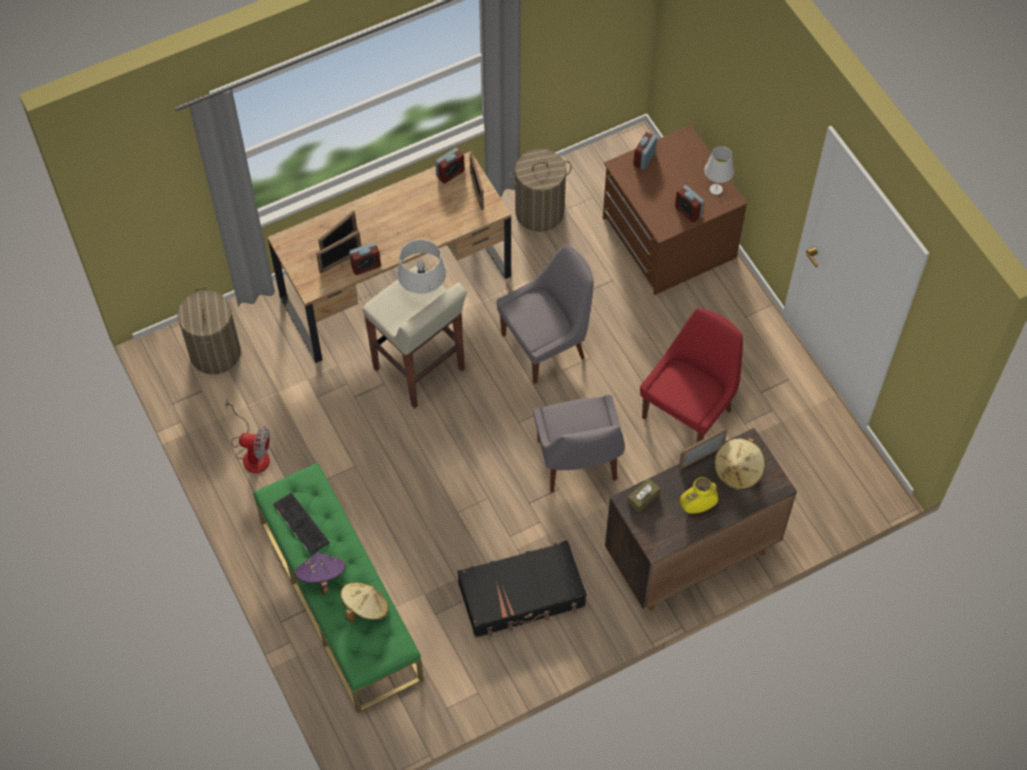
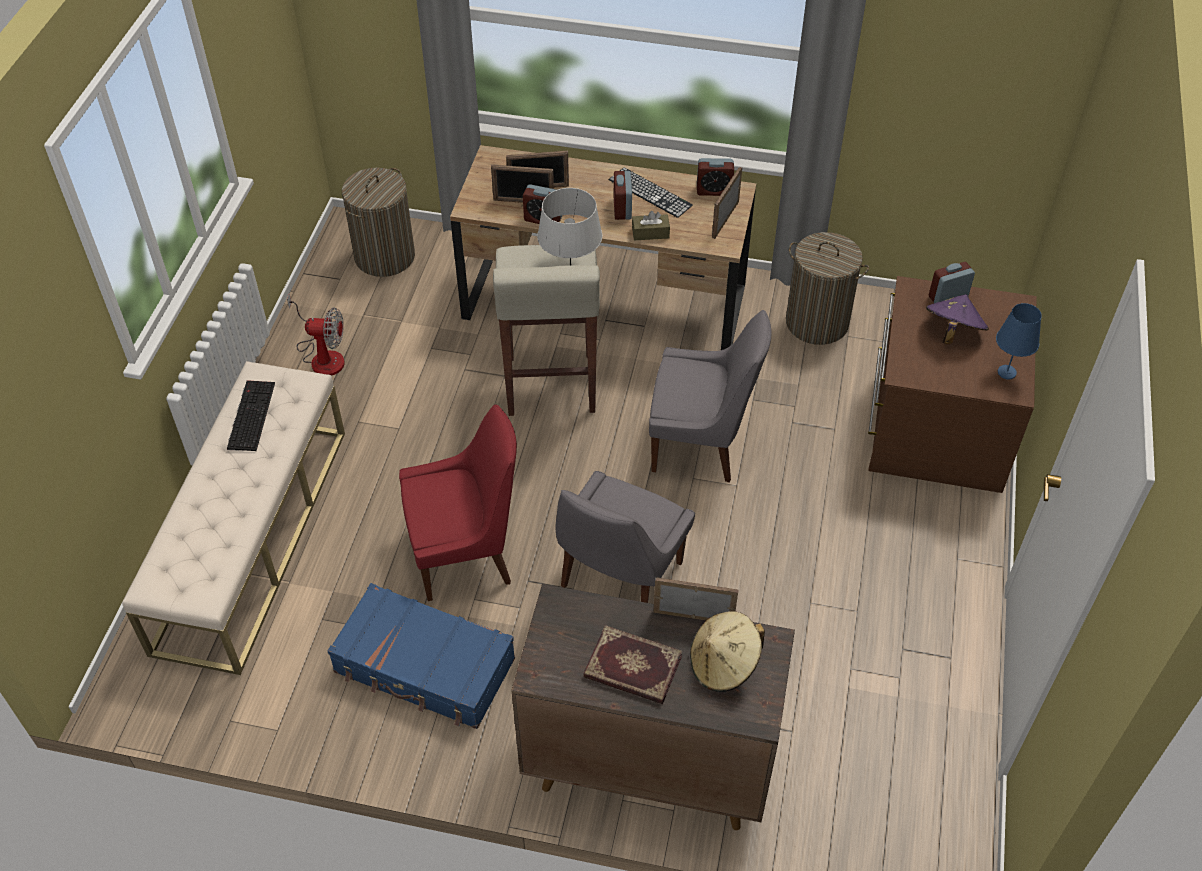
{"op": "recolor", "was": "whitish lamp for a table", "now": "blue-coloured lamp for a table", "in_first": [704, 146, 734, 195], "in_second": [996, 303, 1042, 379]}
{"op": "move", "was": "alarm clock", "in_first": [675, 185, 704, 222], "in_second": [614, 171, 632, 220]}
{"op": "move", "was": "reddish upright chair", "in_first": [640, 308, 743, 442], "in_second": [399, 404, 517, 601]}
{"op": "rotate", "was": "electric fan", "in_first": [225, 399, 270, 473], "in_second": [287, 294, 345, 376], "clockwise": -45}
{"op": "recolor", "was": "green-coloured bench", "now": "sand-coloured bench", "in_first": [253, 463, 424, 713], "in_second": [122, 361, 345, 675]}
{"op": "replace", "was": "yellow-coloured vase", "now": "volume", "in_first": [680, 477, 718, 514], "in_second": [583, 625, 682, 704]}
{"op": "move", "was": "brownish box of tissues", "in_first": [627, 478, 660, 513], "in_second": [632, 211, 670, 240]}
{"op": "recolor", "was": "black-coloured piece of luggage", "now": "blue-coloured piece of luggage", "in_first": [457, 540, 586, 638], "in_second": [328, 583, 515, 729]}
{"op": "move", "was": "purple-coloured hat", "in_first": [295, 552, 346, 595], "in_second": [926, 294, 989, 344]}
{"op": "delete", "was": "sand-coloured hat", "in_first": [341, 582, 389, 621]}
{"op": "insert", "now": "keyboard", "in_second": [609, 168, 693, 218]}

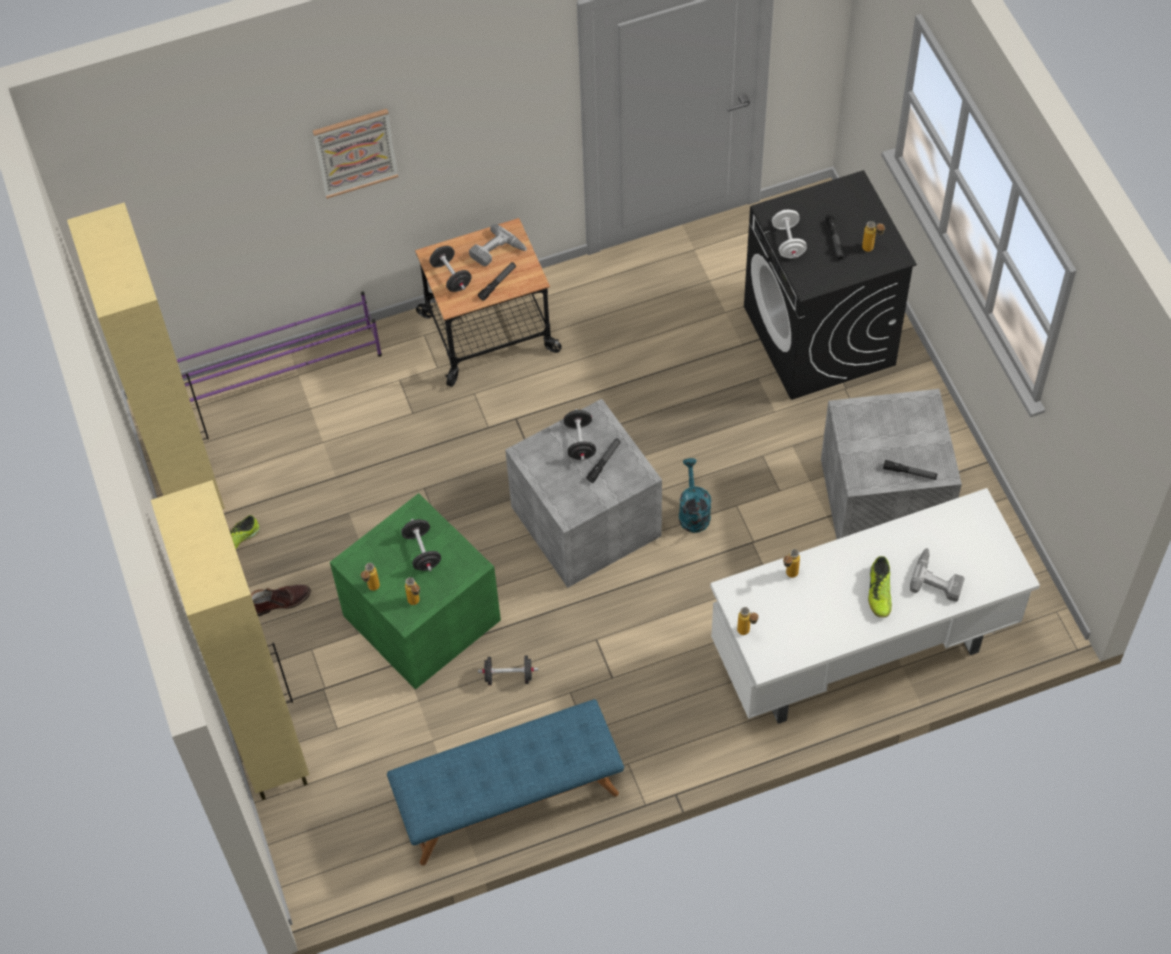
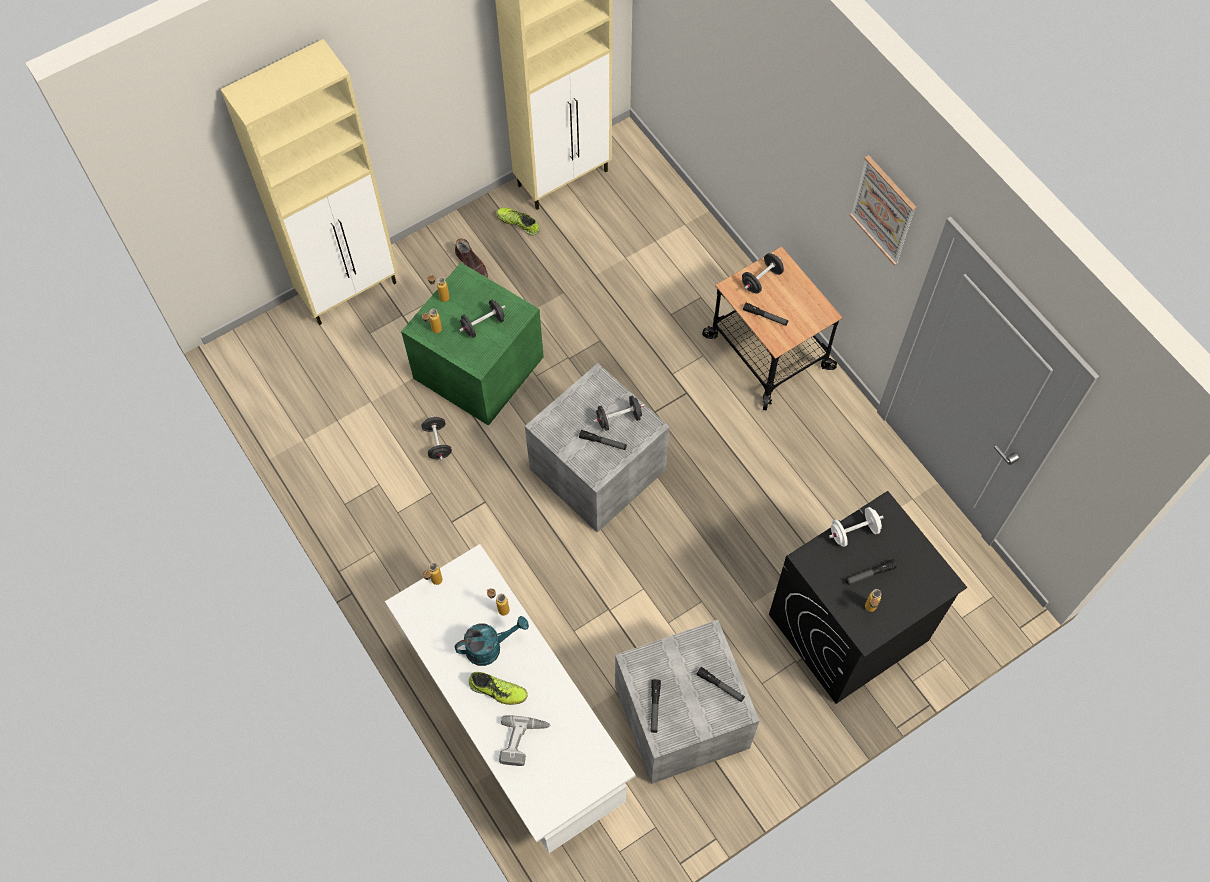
{"op": "move", "was": "wall art", "in_first": [313, 109, 398, 199], "in_second": [850, 155, 917, 266]}
{"op": "delete", "was": "power drill", "in_first": [469, 224, 527, 266]}
{"op": "delete", "was": "purple-coloured shoe shelf", "in_first": [177, 291, 382, 402]}
{"op": "move", "was": "blue-green watering can", "in_first": [679, 458, 711, 533], "in_second": [455, 616, 529, 666]}
{"op": "rotate", "was": "low shoe", "in_first": [868, 556, 892, 618], "in_second": [469, 672, 528, 705], "clockwise": -150}
{"op": "delete", "was": "blue-coloured bench", "in_first": [387, 699, 624, 865]}
{"op": "insert", "now": "hand torch", "in_second": [697, 667, 745, 702]}

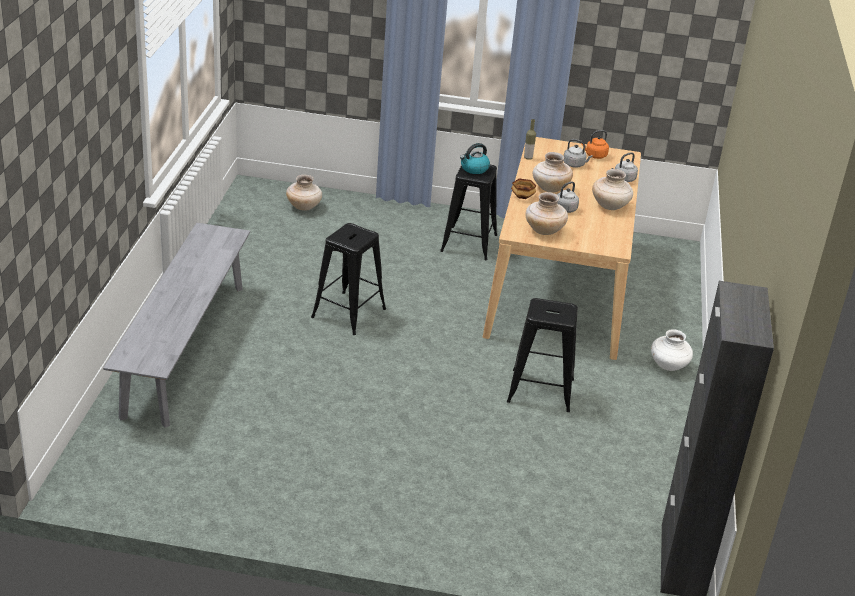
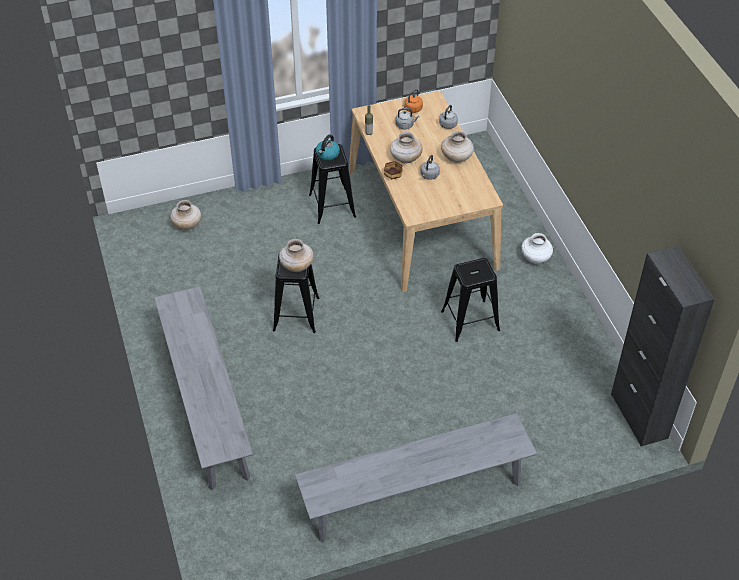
{"op": "move", "was": "sand-coloured vase", "in_first": [525, 192, 568, 235], "in_second": [279, 239, 314, 272]}
{"op": "insert", "now": "greyish bench", "in_second": [295, 413, 537, 542]}

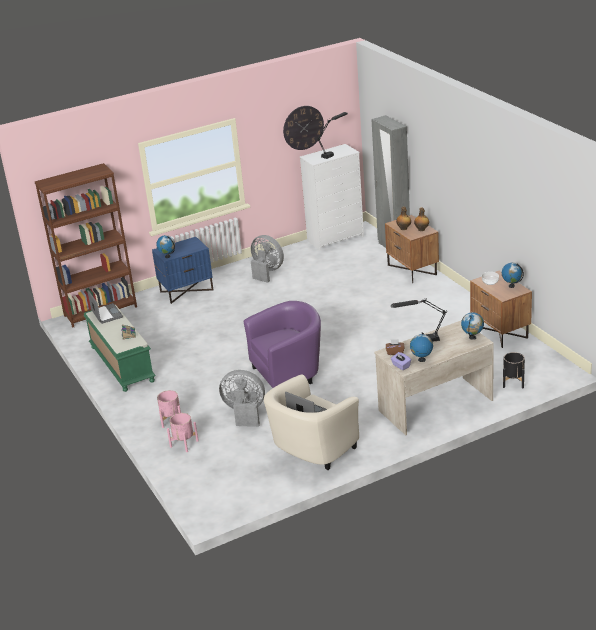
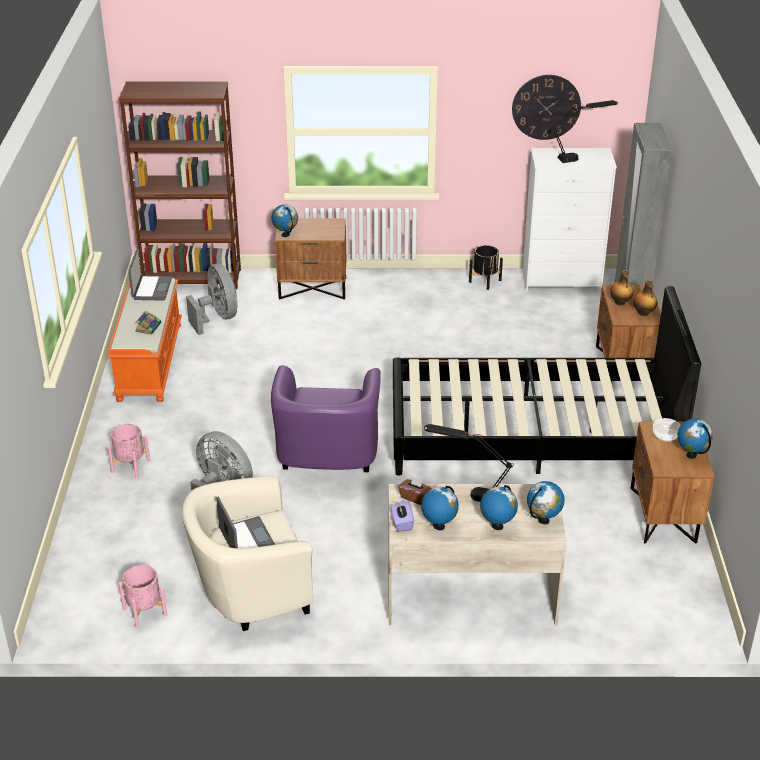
{"op": "move", "was": "greyish electric fan", "in_first": [251, 235, 284, 283], "in_second": [186, 263, 238, 335]}
{"op": "recolor", "was": "blue-coloured night table", "now": "brownish night table", "in_first": [152, 237, 213, 304], "in_second": [275, 218, 346, 300]}
{"op": "rotate", "was": "purple-coloured lounge chair", "in_first": [244, 301, 321, 388], "in_second": [271, 365, 381, 472], "clockwise": 90}
{"op": "recolor", "was": "green-coloured bench", "now": "orange bench", "in_first": [83, 305, 156, 392], "in_second": [108, 278, 182, 402]}
{"op": "move", "was": "black-coloured flower pot", "in_first": [503, 352, 525, 389], "in_second": [469, 245, 503, 290]}
{"op": "move", "was": "pinkish flower pot", "in_first": [167, 413, 199, 452], "in_second": [119, 565, 167, 629]}
{"op": "insert", "now": "black-coloured bed", "in_second": [393, 286, 701, 476]}
{"op": "insert", "now": "world globe", "in_second": [480, 485, 518, 530]}

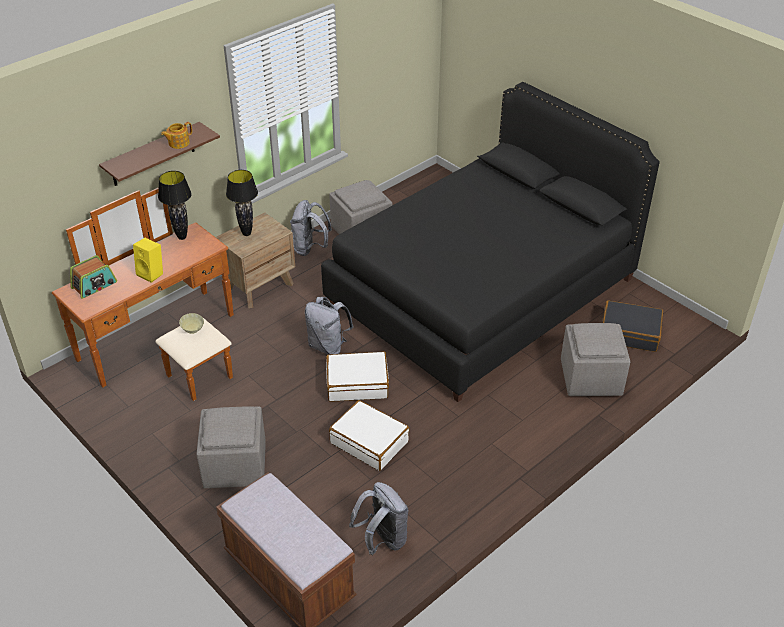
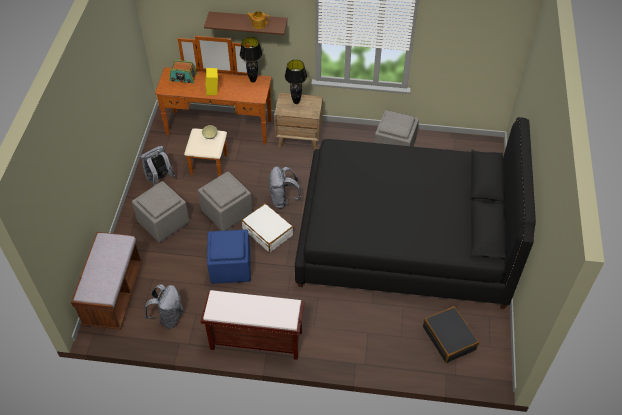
{"op": "move", "was": "greyish backpack", "in_first": [290, 200, 332, 256], "in_second": [141, 146, 176, 186]}
{"op": "move", "was": "greyish ottoman", "in_first": [561, 323, 630, 396], "in_second": [198, 172, 253, 231]}
{"op": "replace", "was": "whitish piece of luggage", "now": "blue-coloured ottoman", "in_first": [329, 400, 409, 471], "in_second": [207, 230, 251, 284]}
{"op": "insert", "now": "brownish bench", "in_second": [201, 290, 304, 360]}

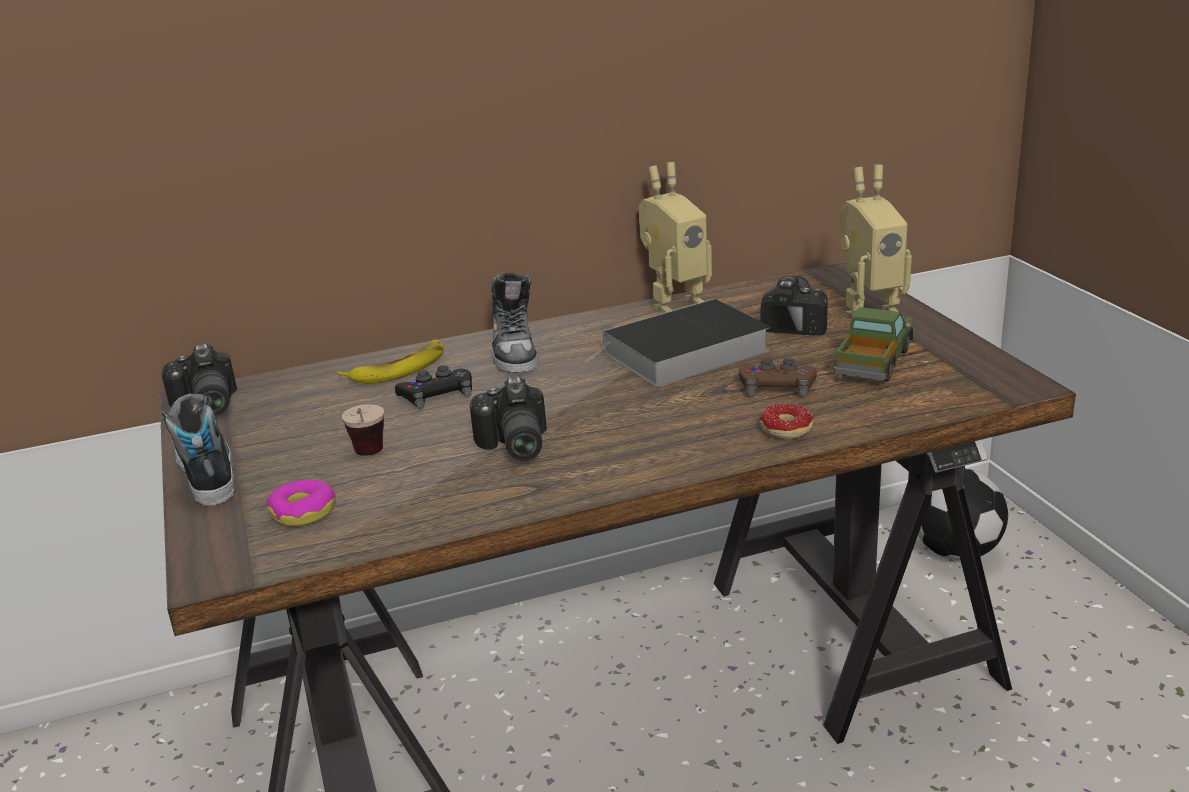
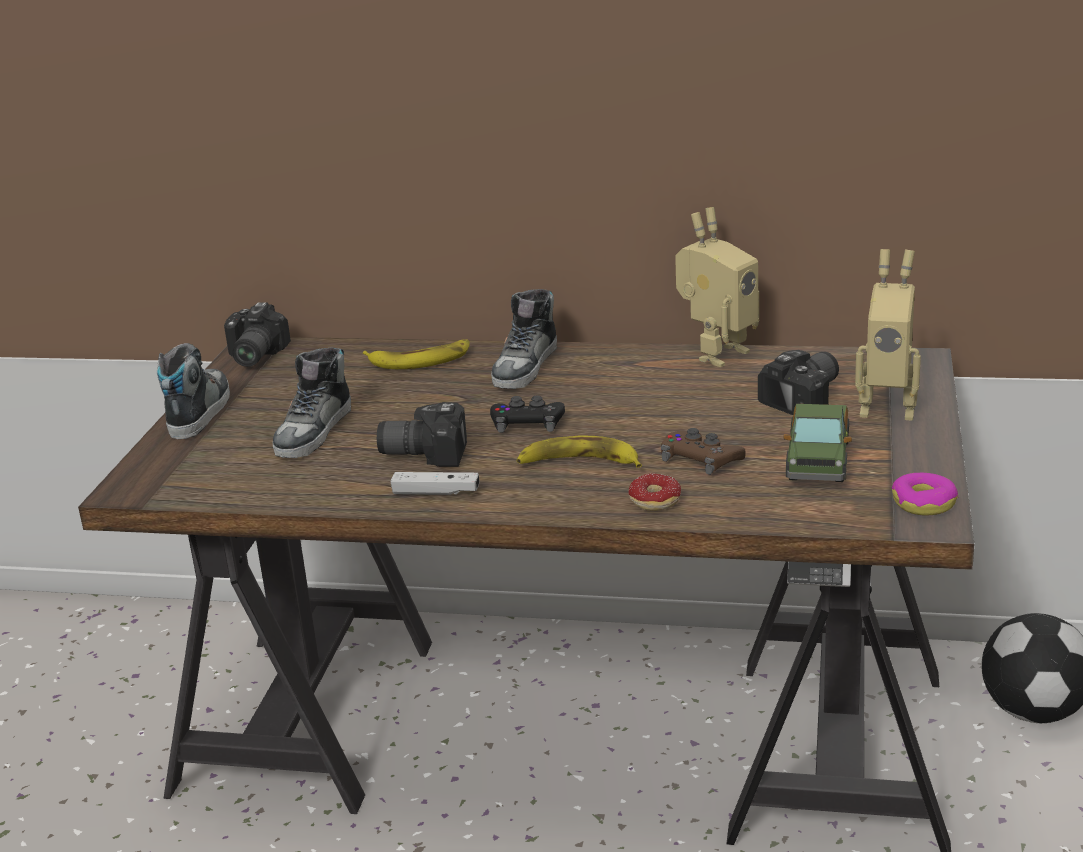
{"op": "rotate", "was": "model robot", "in_first": [639, 162, 712, 313], "in_second": [675, 207, 759, 367], "clockwise": -45}
{"op": "delete", "was": "volume", "in_first": [584, 299, 770, 387]}
{"op": "rotate", "was": "toy truck", "in_first": [834, 307, 913, 381], "in_second": [784, 404, 852, 482], "clockwise": 135}
{"op": "move", "was": "black-coloured joypad", "in_first": [395, 365, 472, 409], "in_second": [490, 395, 565, 433]}
{"op": "rotate", "was": "photo camera", "in_first": [470, 377, 547, 461], "in_second": [377, 402, 467, 467], "clockwise": 75}
{"op": "replace", "was": "cup", "now": "low shoe", "in_first": [342, 404, 384, 456], "in_second": [273, 347, 351, 458]}
{"op": "move", "was": "donut", "in_first": [267, 480, 336, 527], "in_second": [892, 473, 958, 516]}
{"op": "insert", "now": "banana fruit", "in_second": [516, 435, 642, 468]}
{"op": "insert", "now": "whitish joypad", "in_second": [391, 472, 479, 495]}

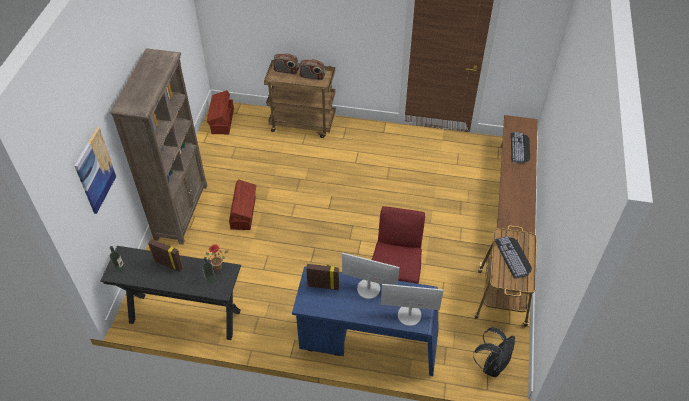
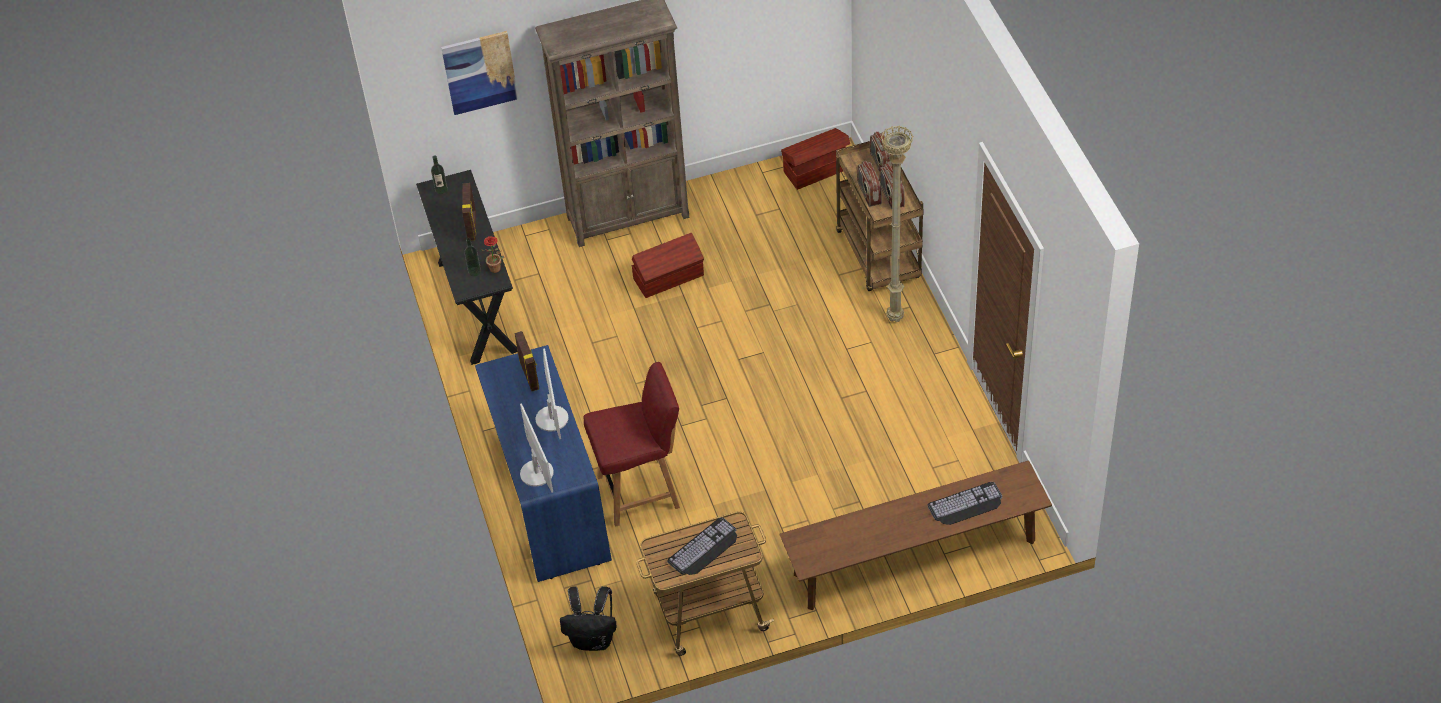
{"op": "insert", "now": "sand-coloured floor lamp", "in_second": [881, 125, 913, 322]}
{"op": "insert", "now": "radio receiver", "in_second": [857, 161, 882, 207]}

